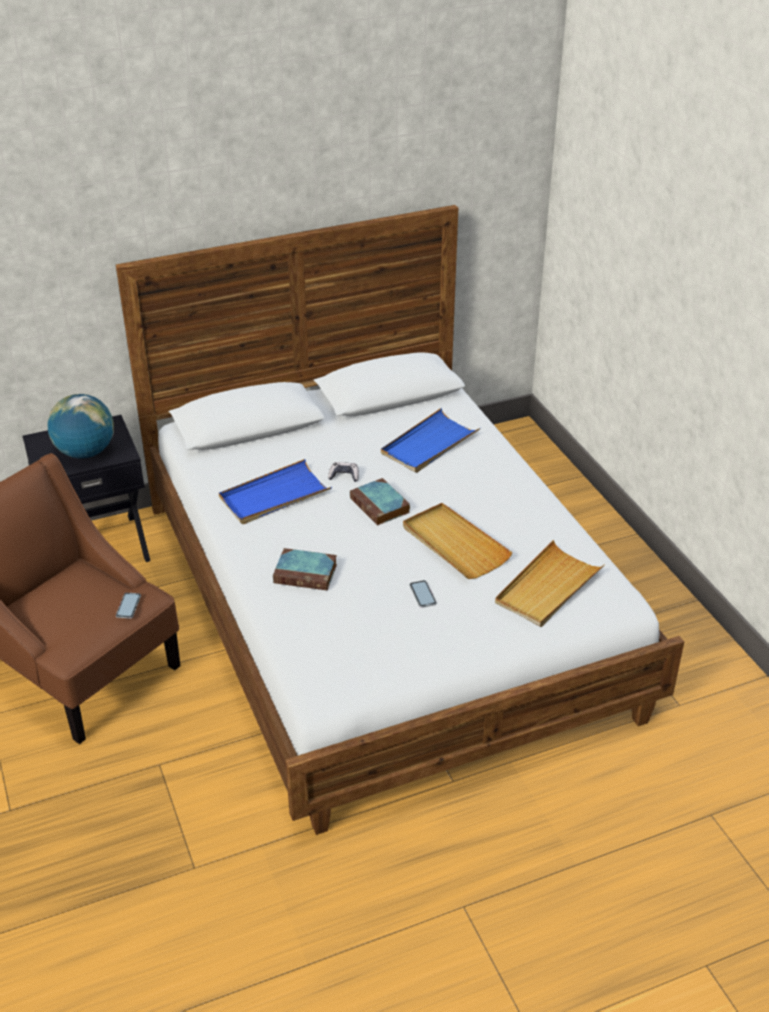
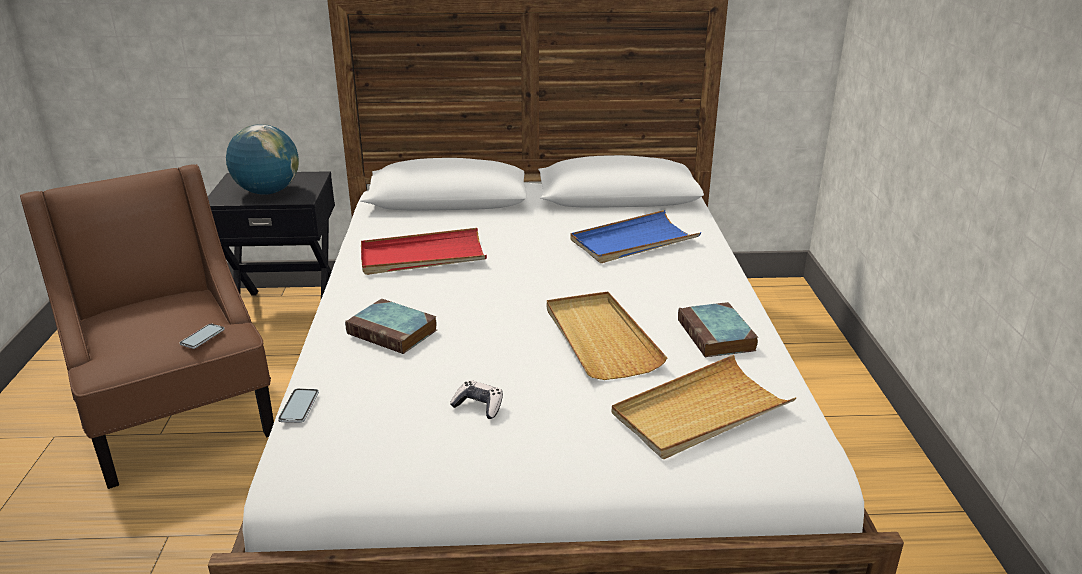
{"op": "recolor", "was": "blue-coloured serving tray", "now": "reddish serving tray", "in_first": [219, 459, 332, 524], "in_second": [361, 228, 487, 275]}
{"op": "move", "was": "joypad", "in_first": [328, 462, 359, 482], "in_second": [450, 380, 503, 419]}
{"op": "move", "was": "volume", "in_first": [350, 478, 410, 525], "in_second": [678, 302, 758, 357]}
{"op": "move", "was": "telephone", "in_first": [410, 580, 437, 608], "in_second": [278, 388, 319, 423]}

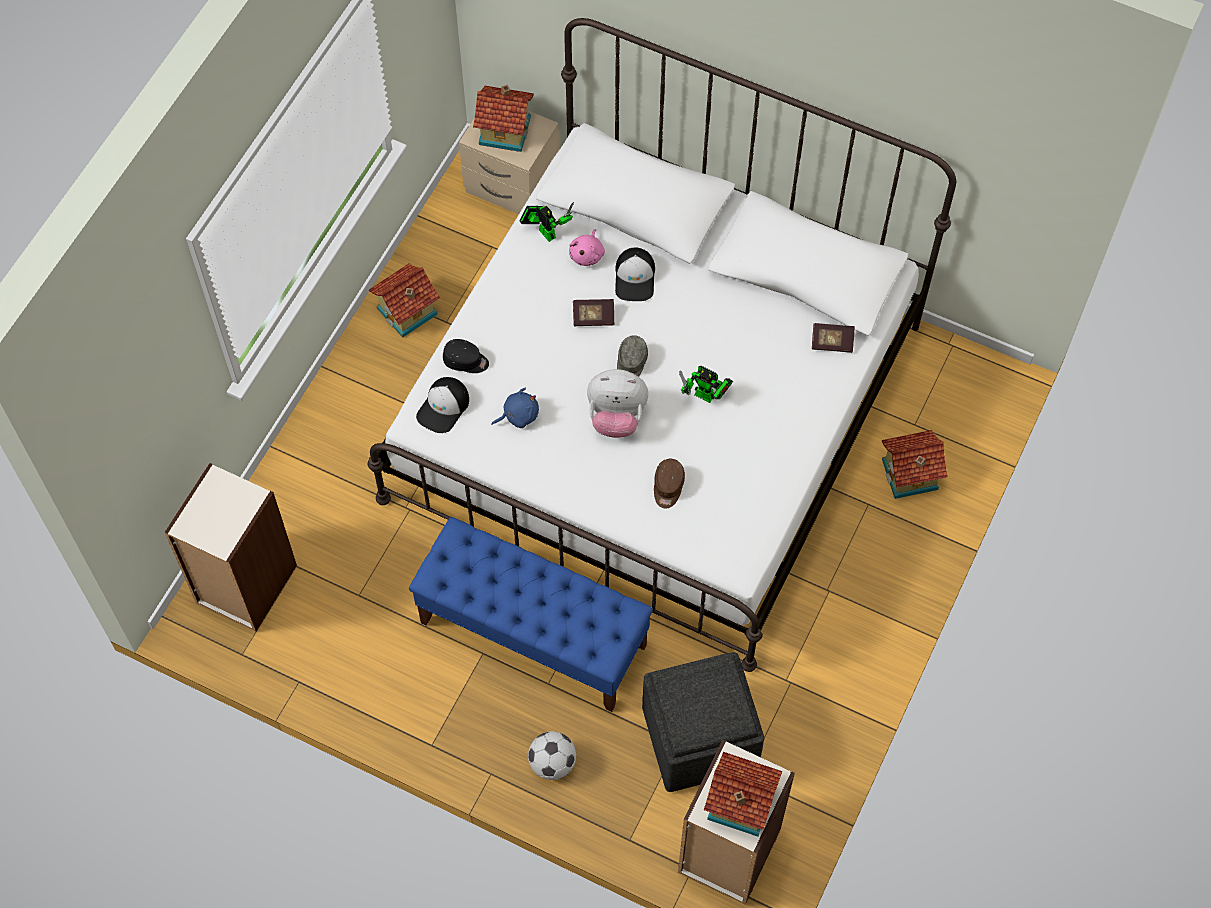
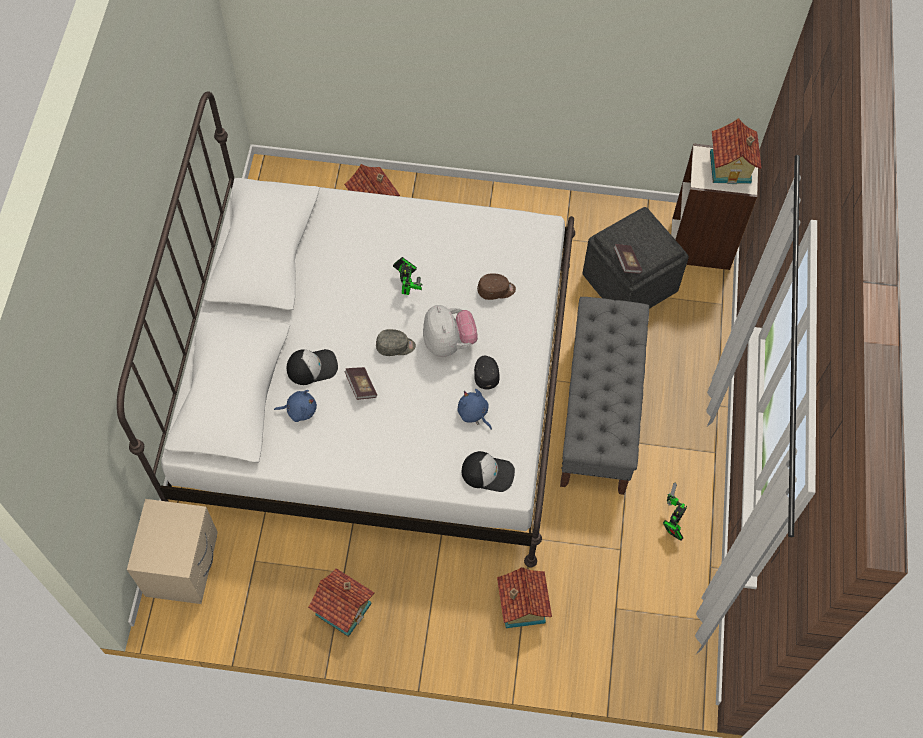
{"op": "move", "was": "toy house", "in_first": [473, 85, 534, 152], "in_second": [497, 567, 552, 628]}
{"op": "move", "was": "model robot", "in_first": [519, 202, 574, 242], "in_second": [663, 482, 687, 541]}
{"op": "recolor", "was": "pinkish cuddly toy", "now": "blue-coloured cuddly toy", "in_first": [569, 229, 605, 266], "in_second": [274, 390, 317, 422]}
{"op": "move", "was": "volume", "in_first": [812, 323, 855, 353], "in_second": [614, 244, 642, 273]}
{"op": "move", "was": "black-coloured baseball cap", "in_first": [443, 339, 489, 373], "in_second": [474, 355, 500, 389]}
{"op": "delete", "was": "shelving unit", "in_first": [164, 463, 297, 632]}
{"op": "recolor", "was": "blue-coloured bench", "now": "greyish bench", "in_first": [409, 517, 653, 712], "in_second": [560, 297, 649, 495]}
{"op": "delete", "was": "football ball", "in_first": [528, 731, 576, 780]}

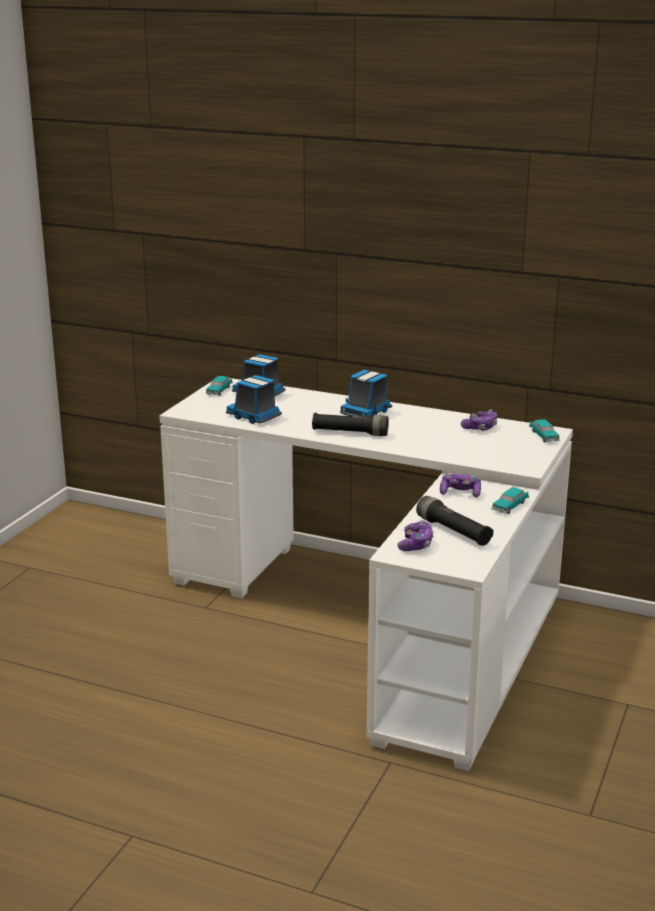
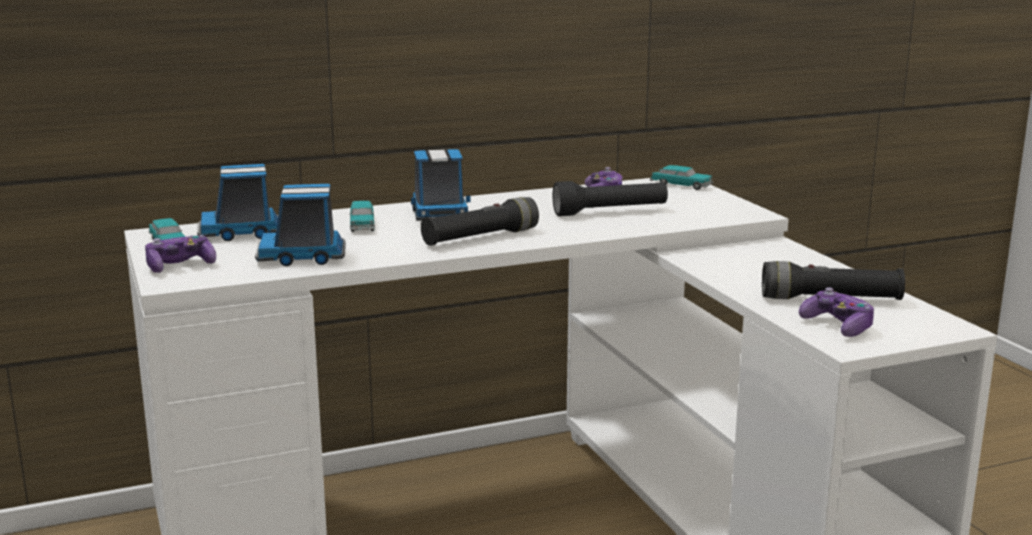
{"op": "move", "was": "joypad", "in_first": [440, 473, 481, 498], "in_second": [145, 235, 216, 273]}
{"op": "move", "was": "toy car", "in_first": [491, 487, 529, 514], "in_second": [349, 201, 375, 232]}
{"op": "insert", "now": "black-coloured hand torch", "in_second": [552, 181, 668, 216]}

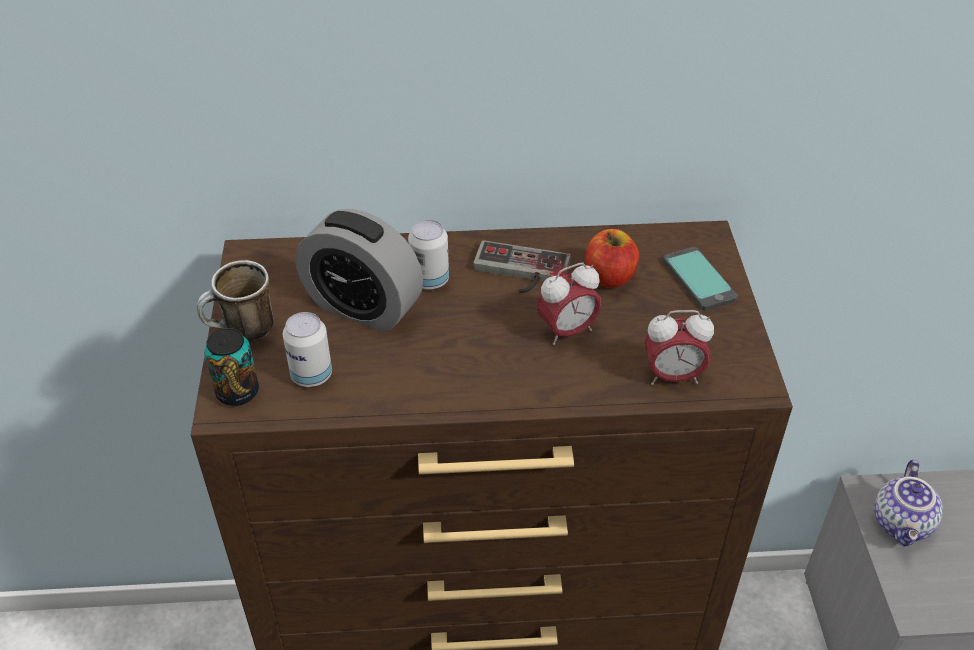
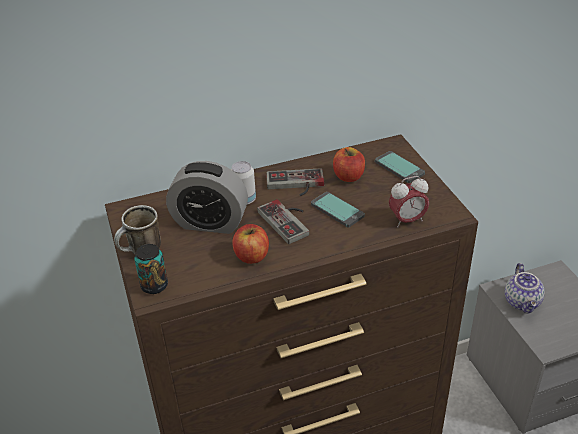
{"op": "replace", "was": "alarm clock", "now": "telephone", "in_first": [537, 263, 602, 345], "in_second": [311, 192, 365, 227]}
{"op": "delete", "was": "can", "in_first": [283, 312, 332, 387]}
{"op": "insert", "now": "joypad", "in_second": [257, 199, 309, 244]}
{"op": "insert", "now": "whole apple", "in_second": [232, 224, 269, 264]}

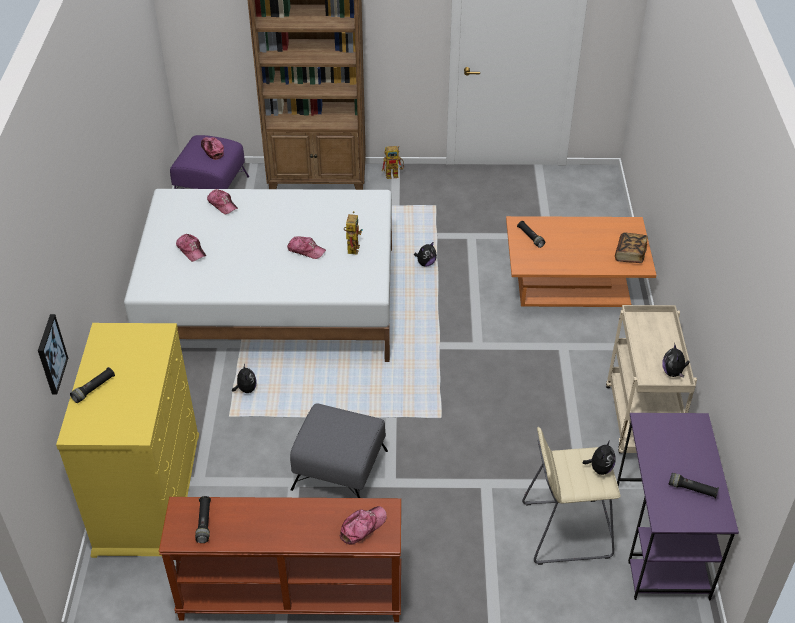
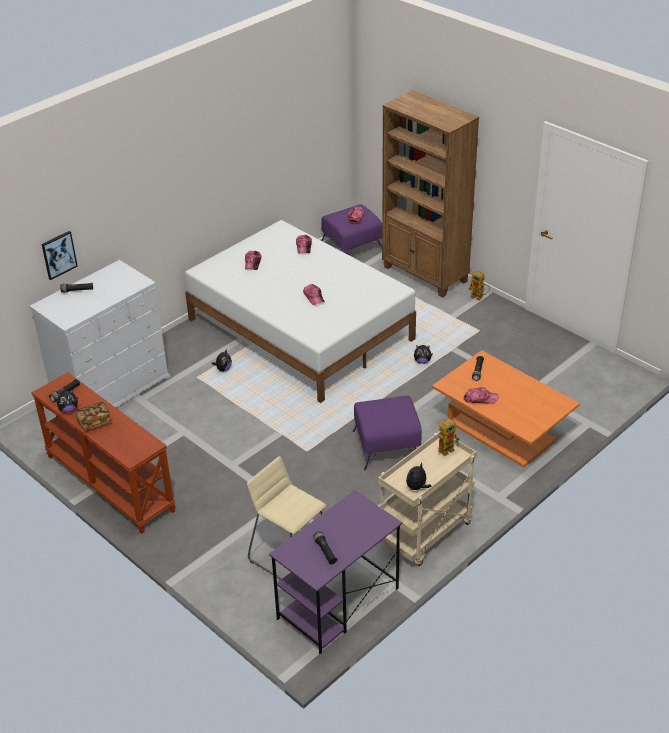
{"op": "move", "was": "model robot", "in_first": [344, 211, 363, 254], "in_second": [438, 417, 460, 456]}
{"op": "move", "was": "volume", "in_first": [615, 233, 648, 263], "in_second": [75, 402, 112, 430]}
{"op": "recolor", "was": "yellow-coloured drawer chest", "now": "whitish drawer chest", "in_first": [56, 323, 199, 558], "in_second": [29, 260, 171, 407]}
{"op": "delete", "was": "greyish ottoman", "in_first": [290, 404, 388, 498]}
{"op": "move", "was": "cuddly toy", "in_first": [582, 441, 616, 475], "in_second": [57, 389, 78, 413]}
{"op": "move", "was": "baseball cap", "in_first": [340, 506, 387, 545], "in_second": [464, 387, 499, 404]}
{"op": "insert", "now": "purple-coloured ottoman", "in_second": [353, 396, 422, 470]}

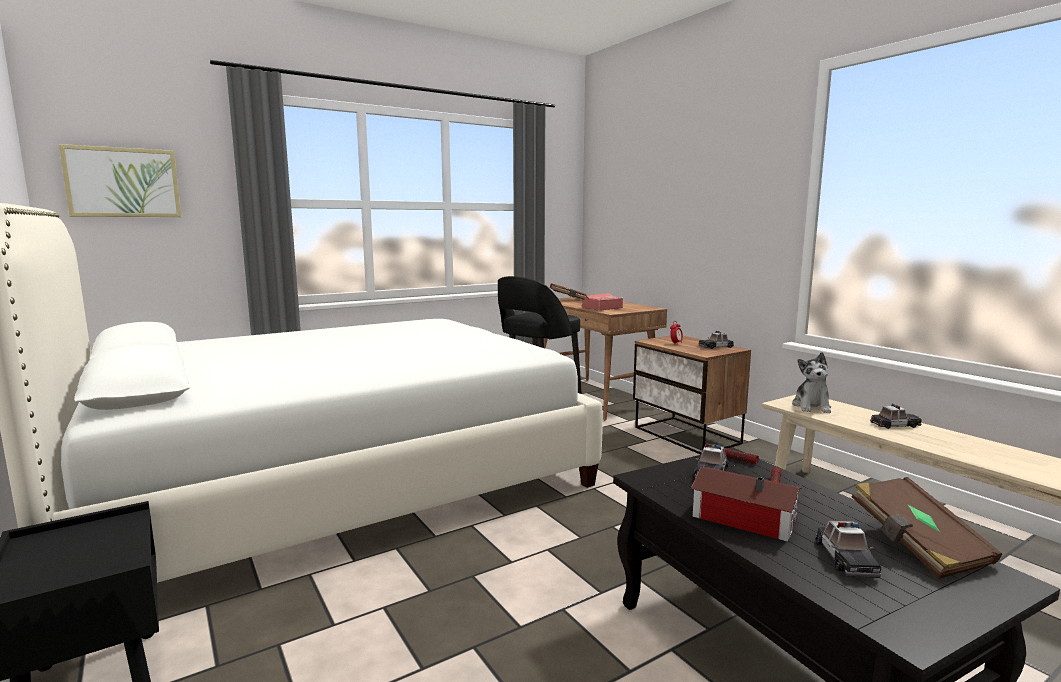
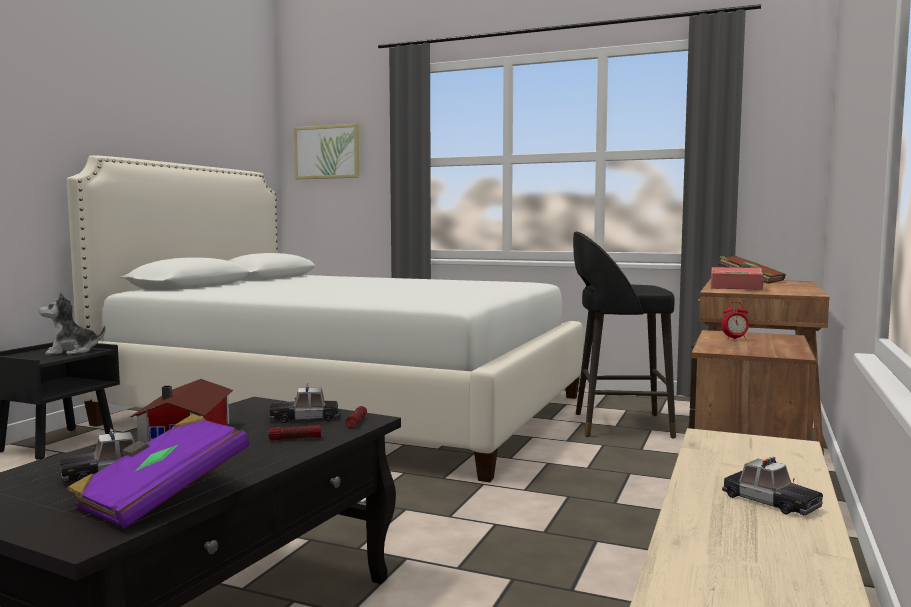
{"op": "delete", "was": "toy car", "in_first": [699, 331, 734, 349]}
{"op": "move", "was": "cuddly toy", "in_first": [792, 352, 831, 413], "in_second": [39, 292, 106, 355]}
{"op": "recolor", "was": "brownish volume", "now": "purple-coloured volume", "in_first": [852, 477, 1002, 579], "in_second": [67, 414, 250, 528]}

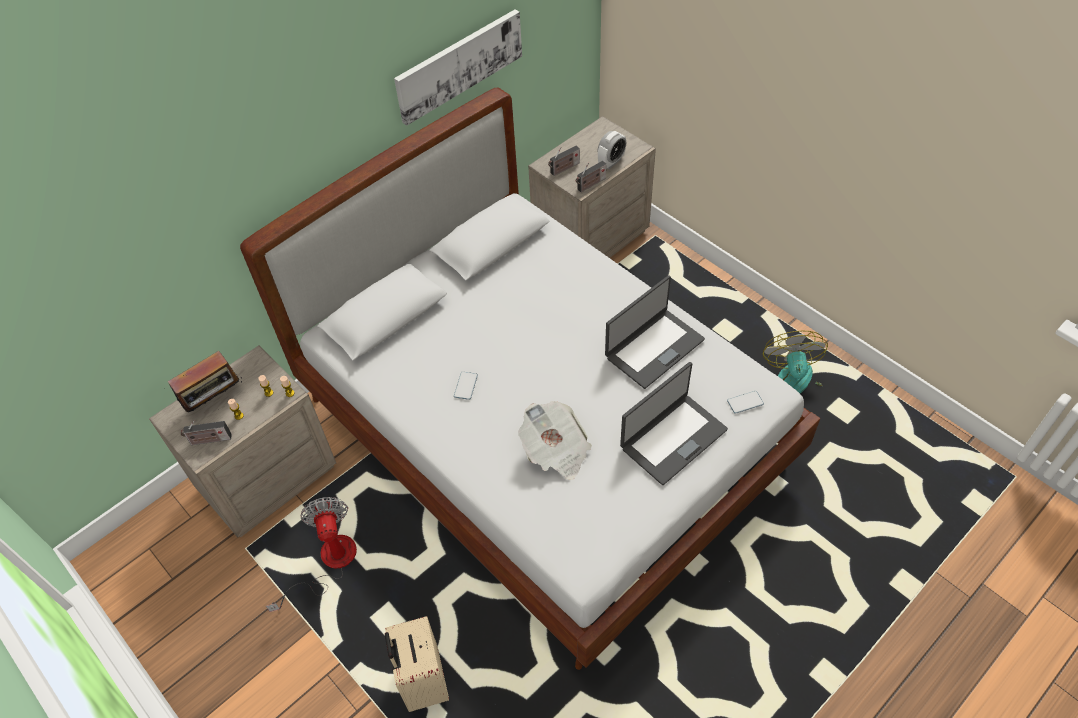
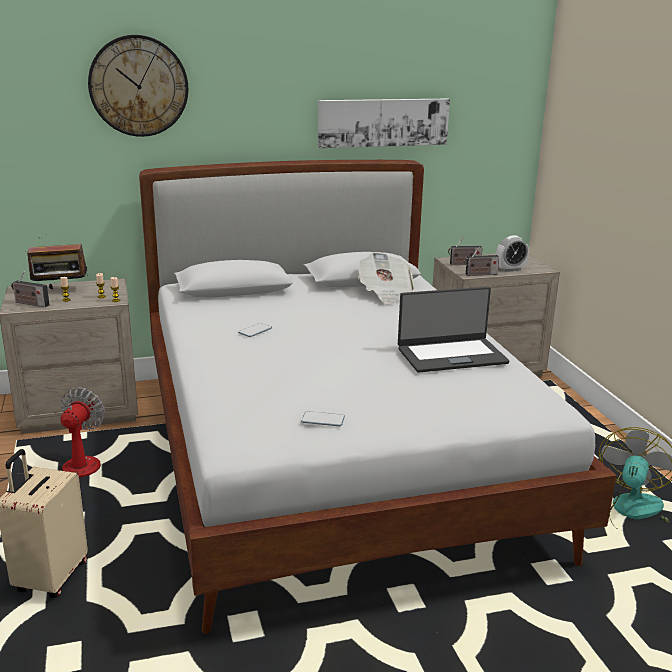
{"op": "delete", "was": "portable computer", "in_first": [620, 362, 728, 485]}
{"op": "move", "was": "telephone", "in_first": [727, 391, 764, 414], "in_second": [301, 411, 345, 426]}
{"op": "move", "was": "newspaper", "in_first": [518, 401, 592, 480], "in_second": [358, 252, 415, 304]}
{"op": "insert", "now": "clock on the wall", "in_second": [88, 35, 188, 137]}

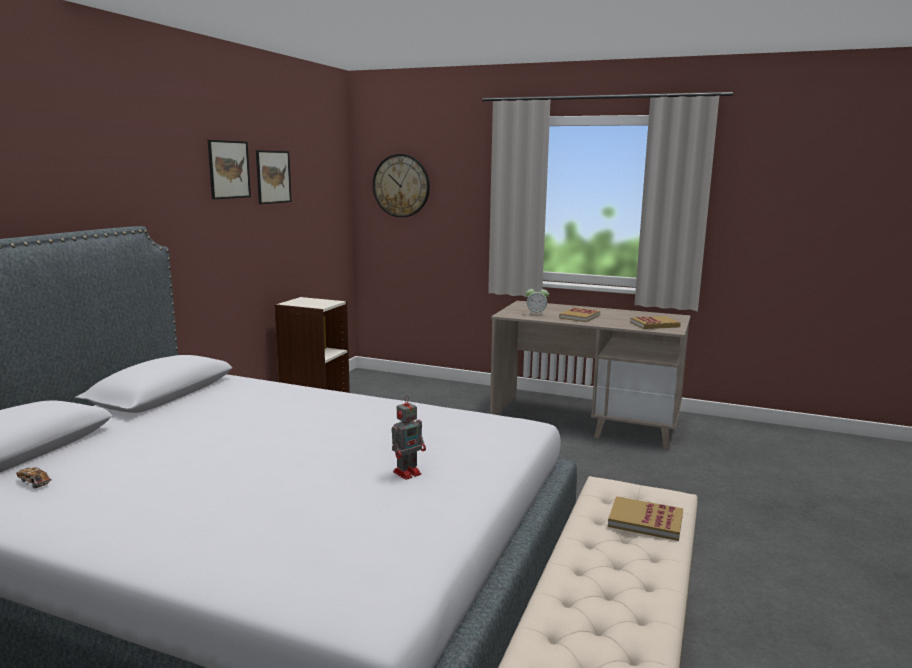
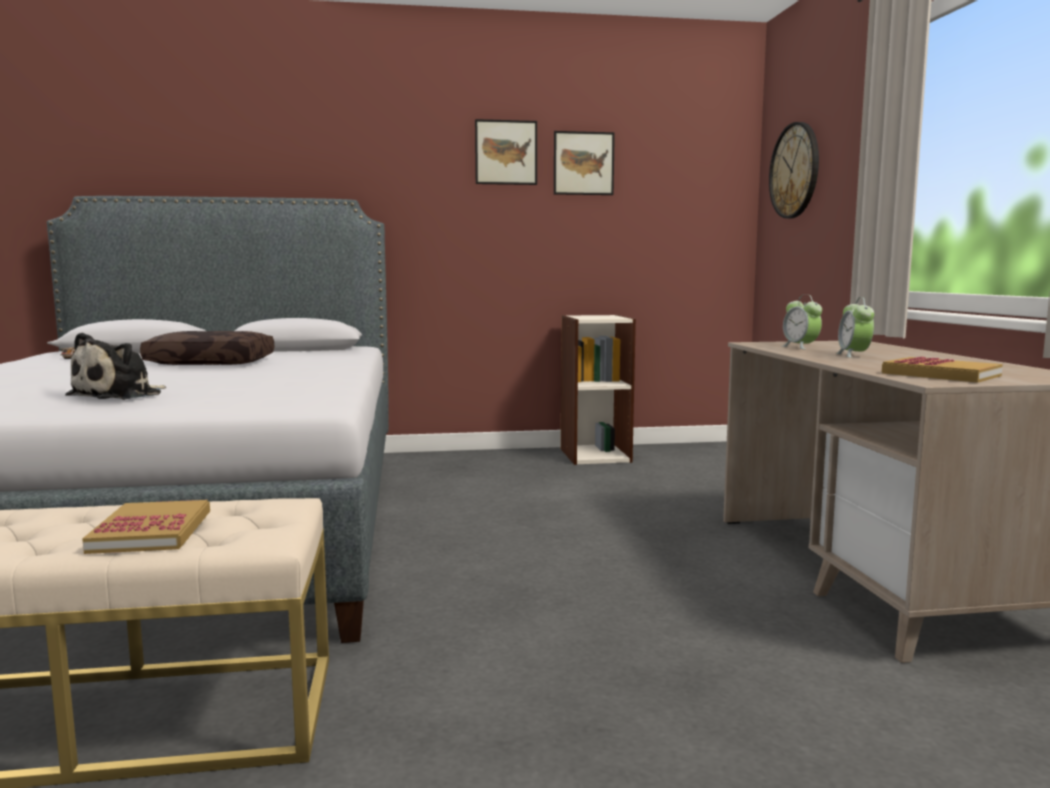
{"op": "replace", "was": "volume", "now": "alarm clock", "in_first": [559, 308, 600, 322], "in_second": [836, 297, 874, 358]}
{"op": "replace", "was": "model robot", "now": "cuddly toy", "in_first": [392, 396, 426, 480], "in_second": [65, 332, 166, 400]}
{"op": "insert", "now": "brownish cushion", "in_second": [140, 331, 274, 365]}

